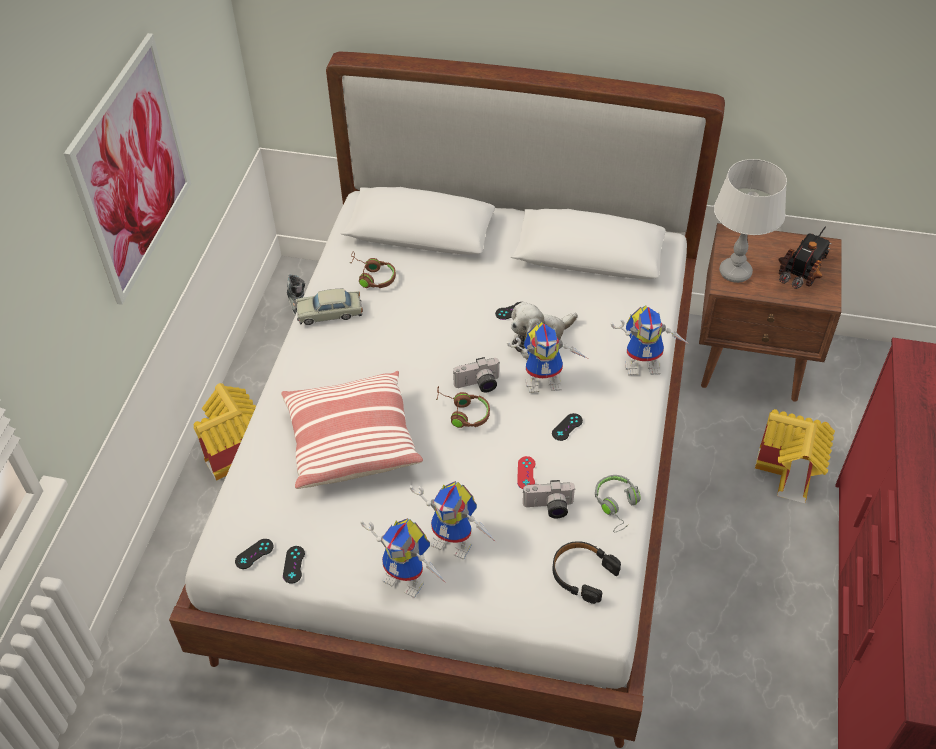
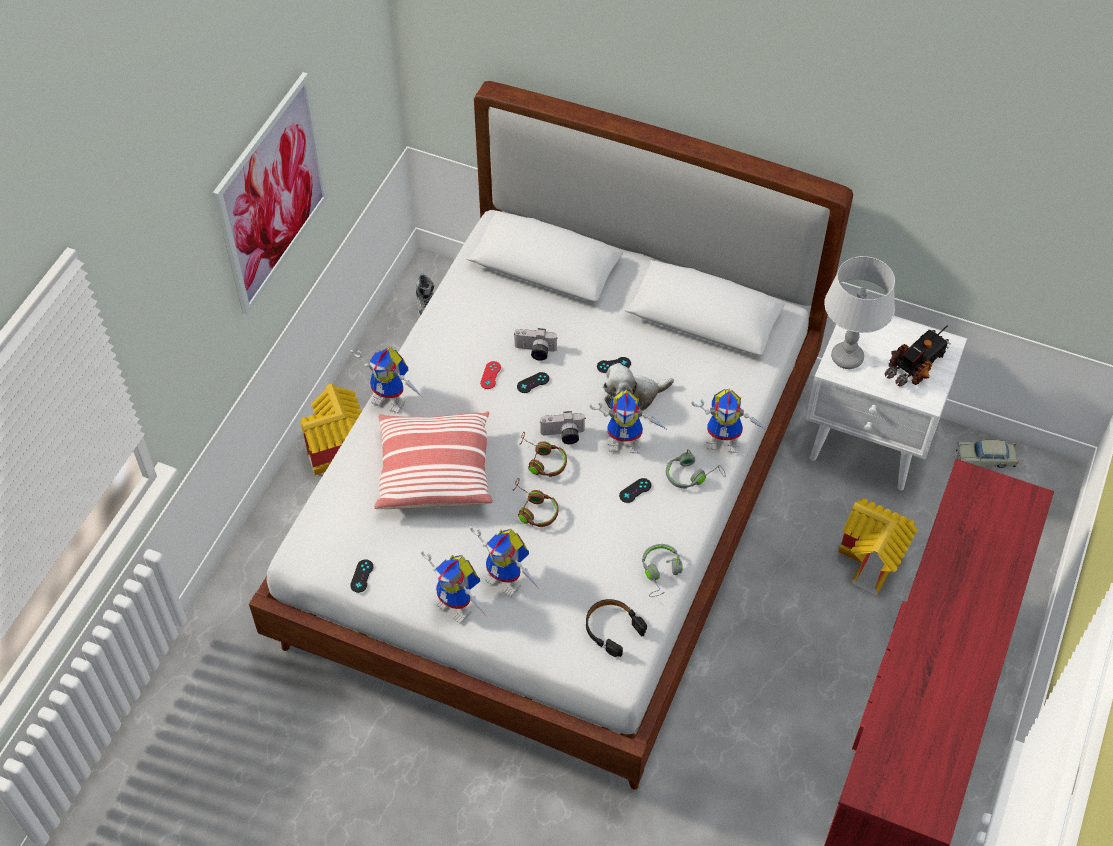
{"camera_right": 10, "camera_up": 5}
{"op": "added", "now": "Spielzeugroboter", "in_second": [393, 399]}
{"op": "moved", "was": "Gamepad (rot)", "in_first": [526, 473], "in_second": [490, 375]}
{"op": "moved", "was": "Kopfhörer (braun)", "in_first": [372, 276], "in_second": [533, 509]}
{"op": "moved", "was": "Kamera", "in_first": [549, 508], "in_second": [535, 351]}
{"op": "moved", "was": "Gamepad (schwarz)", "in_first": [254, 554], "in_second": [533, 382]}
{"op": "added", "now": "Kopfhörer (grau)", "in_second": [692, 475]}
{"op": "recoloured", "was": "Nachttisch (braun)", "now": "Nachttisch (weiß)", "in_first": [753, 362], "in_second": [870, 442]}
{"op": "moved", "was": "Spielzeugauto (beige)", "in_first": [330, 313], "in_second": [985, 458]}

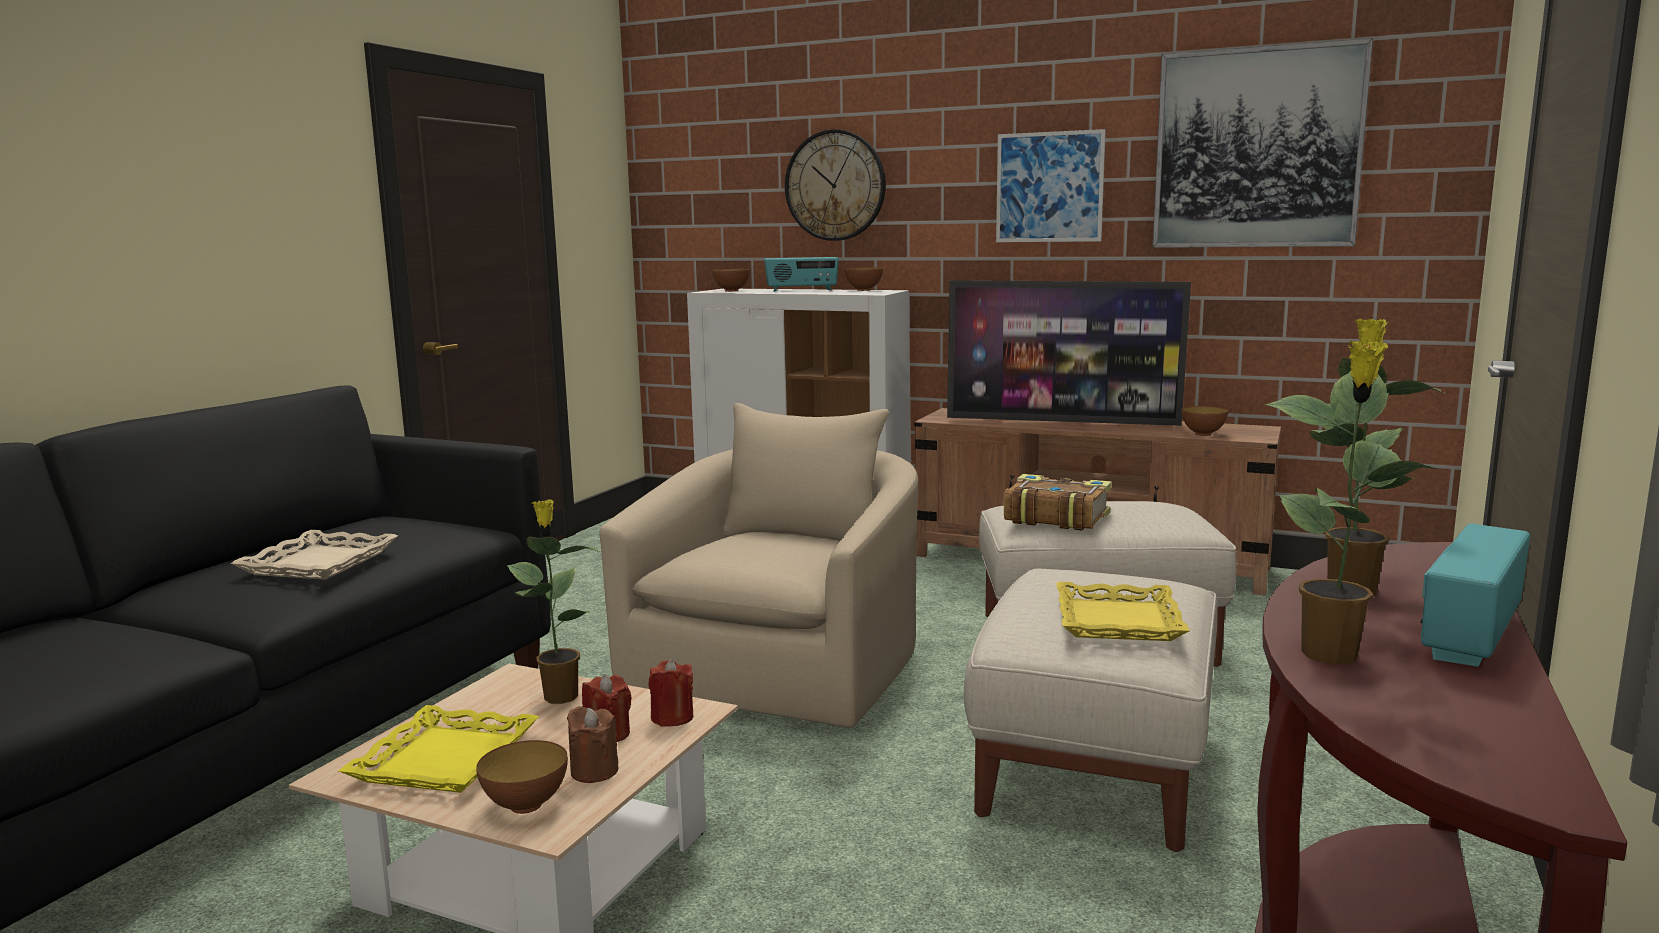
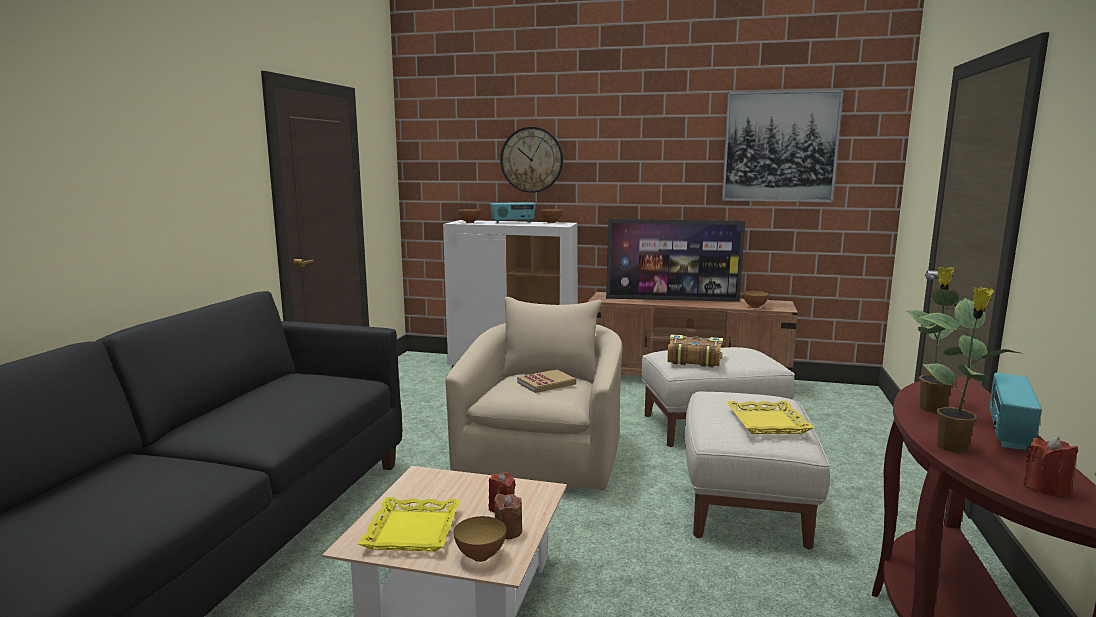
{"camera_right": -10, "camera_up": 0}
{"op": "added", "now": "Buch", "in_second": [546, 383]}
{"op": "moved", "was": "Kerze (rot)", "in_first": [672, 717], "in_second": [1046, 488]}
{"op": "removed", "was": "Tablett (beige)", "in_first": [320, 563]}
{"op": "removed", "was": "Topfpflanze", "in_first": [560, 696]}
{"op": "removed", "was": "Bild", "in_first": [1049, 187]}

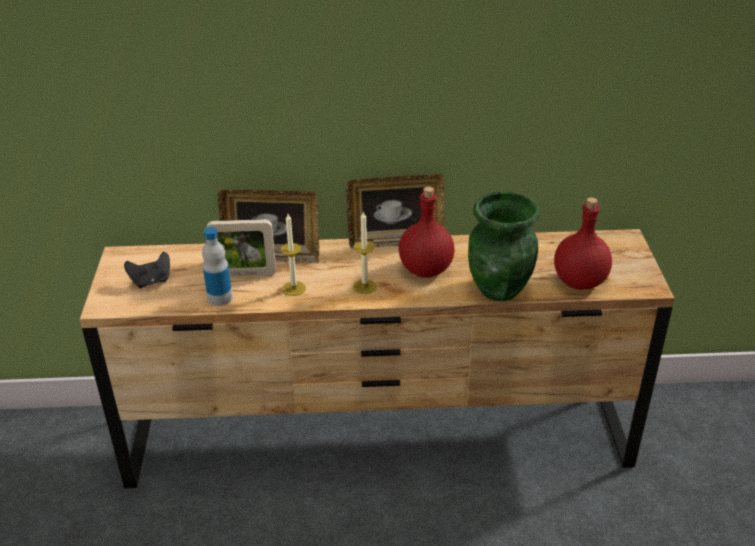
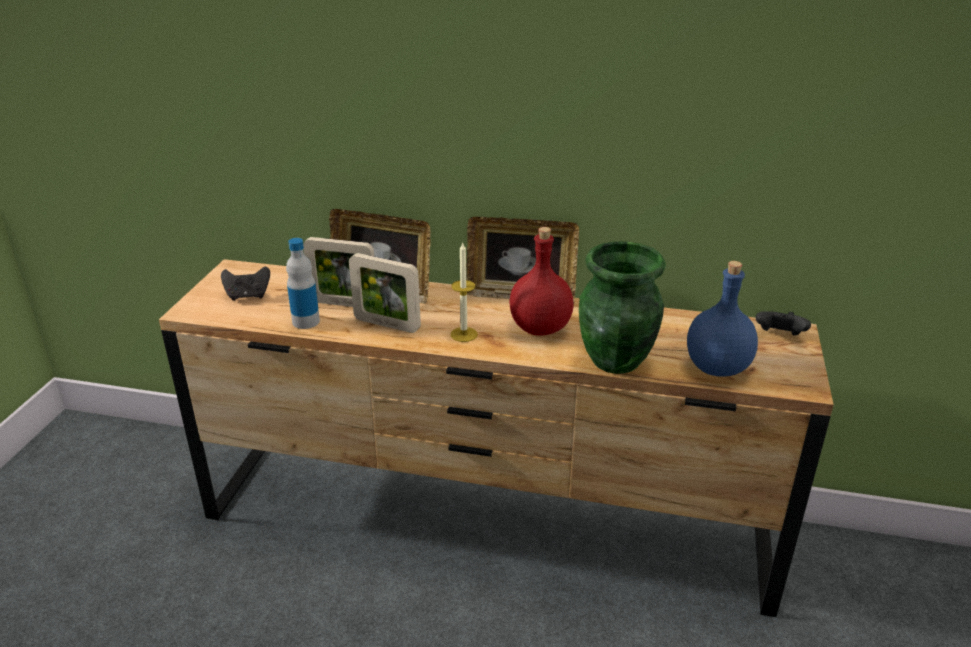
{"camera_right": 15, "camera_up": -5}
{"op": "replaced", "was": "Kerze", "now": "Bilderrahmen", "in_first": [294, 288], "in_second": [387, 324]}
{"op": "recoloured", "was": "Flasche (rot)", "now": "Flasche (blau)", "in_first": [579, 281], "in_second": [717, 367]}
{"op": "added", "now": "Gamepad (schwarz)", "in_second": [779, 336]}

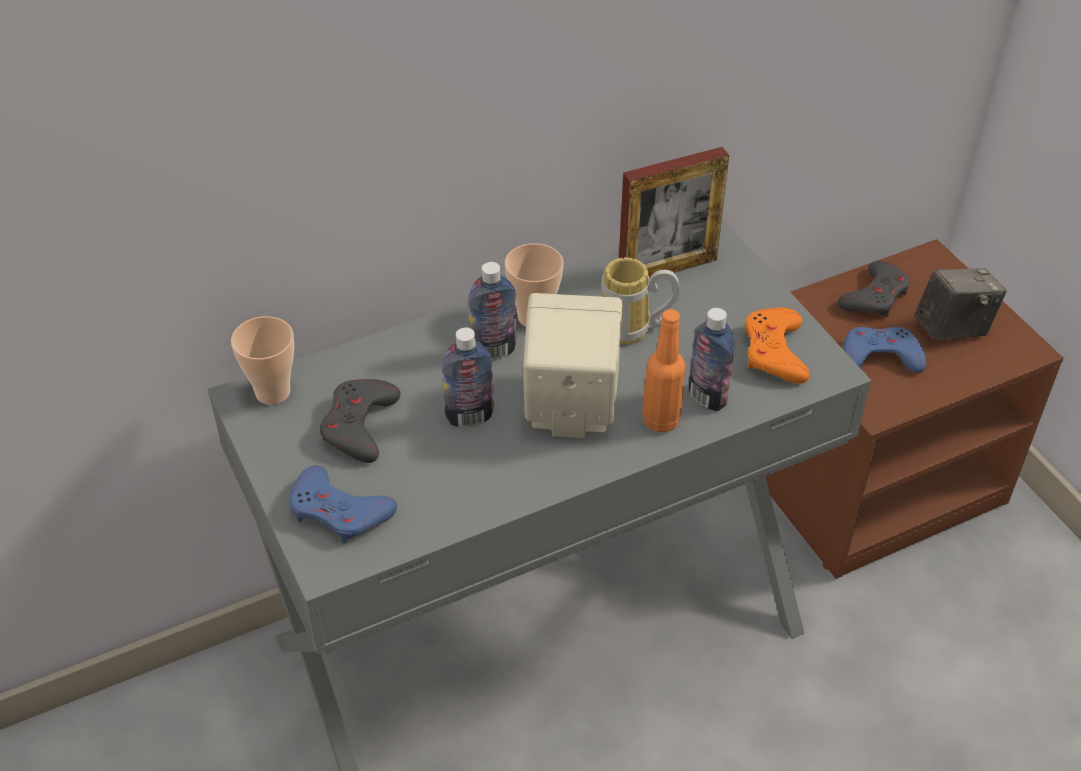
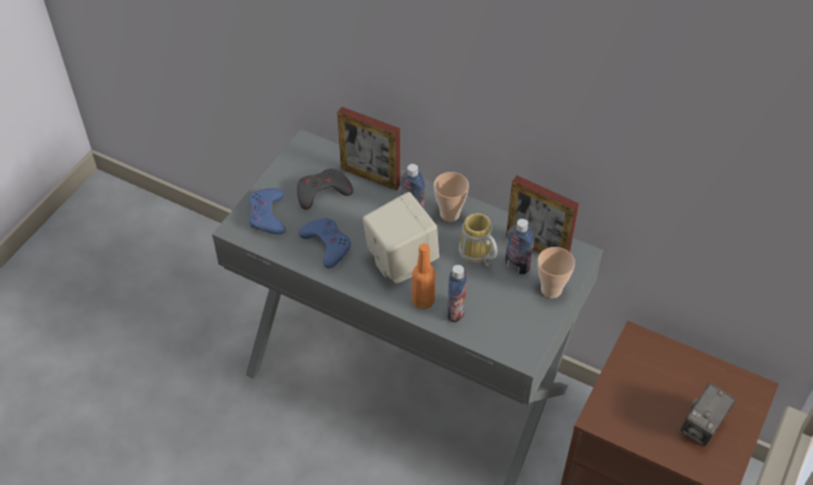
{"camera_right": 55, "camera_up": 5}
{"op": "moved", "was": "Gamepad (blau)", "in_first": [879, 357], "in_second": [327, 244]}
{"op": "added", "now": "Bilderrahmen", "in_second": [370, 177]}
{"op": "moved", "was": "Flasche", "in_first": [469, 417], "in_second": [517, 266]}
{"op": "moved", "was": "Tasse", "in_first": [273, 392], "in_second": [551, 290]}
{"op": "turned", "was": "Kamera", "in_first": [952, 328], "in_second": [702, 427], "clockwise": 90}
{"op": "removed", "was": "Gamepad (orange)", "in_first": [774, 352]}
{"op": "removed", "was": "Gamepad (grau)", "in_first": [875, 296]}

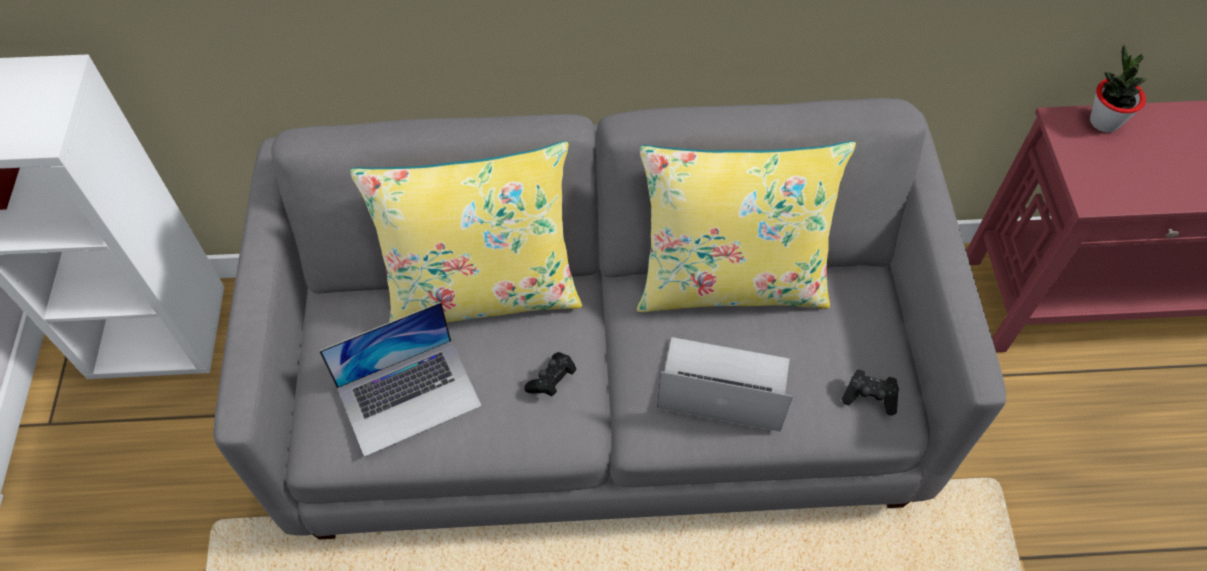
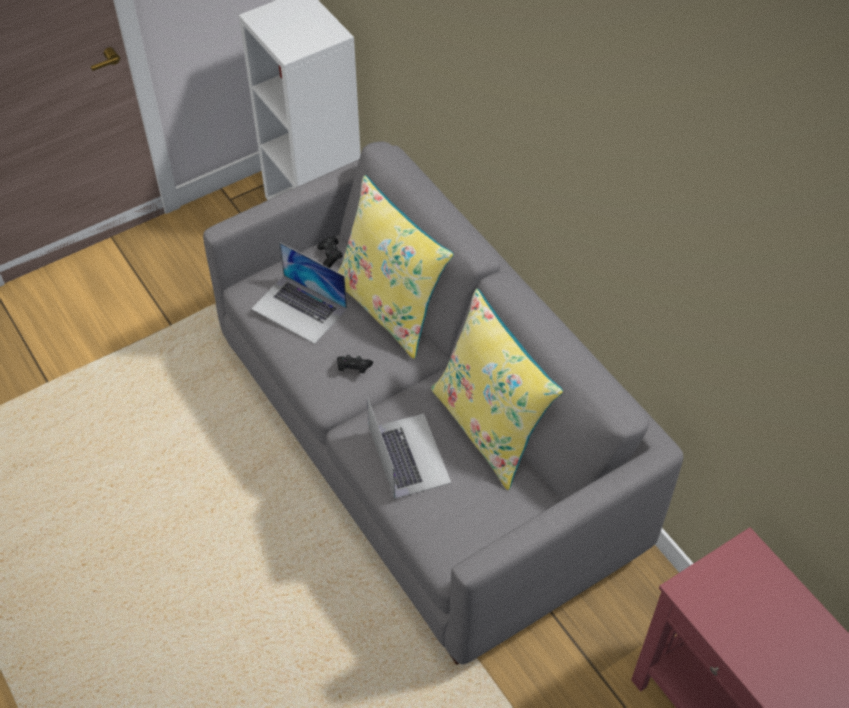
{"camera_right": 60, "camera_up": -5}
{"op": "moved", "was": "Gamepad (schwarz)", "in_first": [870, 397], "in_second": [330, 257]}
{"op": "removed", "was": "Topfpflanze", "in_first": [1104, 121]}

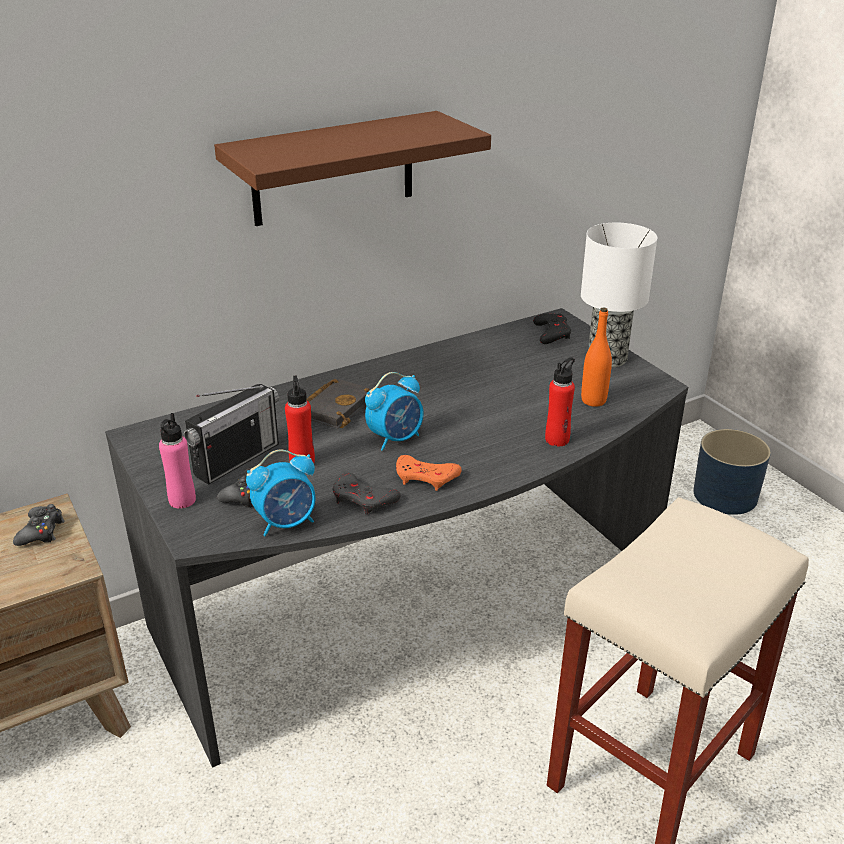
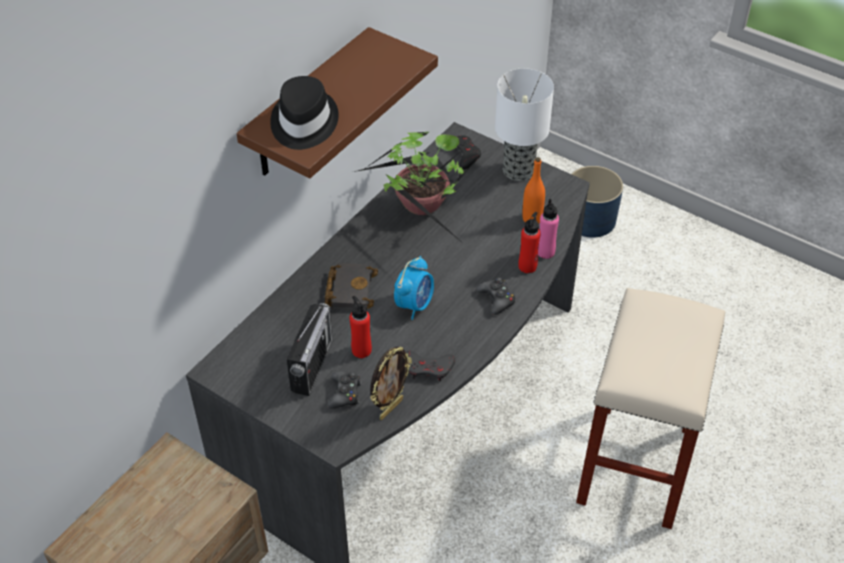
{"camera_right": -25, "camera_up": 15}
{"op": "added", "now": "Hut (schwarz)", "in_second": [303, 123]}
{"op": "added", "now": "Topfpflanze", "in_second": [423, 208]}
{"op": "replaced", "was": "Wecker", "now": "Bilderrahmen", "in_first": [286, 523], "in_second": [390, 408]}
{"op": "moved", "was": "Gamepad (schwarz)", "in_first": [41, 532], "in_second": [497, 299]}
{"op": "moved", "was": "Flasche (rosa)", "in_first": [182, 500], "in_second": [545, 252]}
{"op": "removed", "was": "Gamepad (orange)", "in_first": [426, 477]}

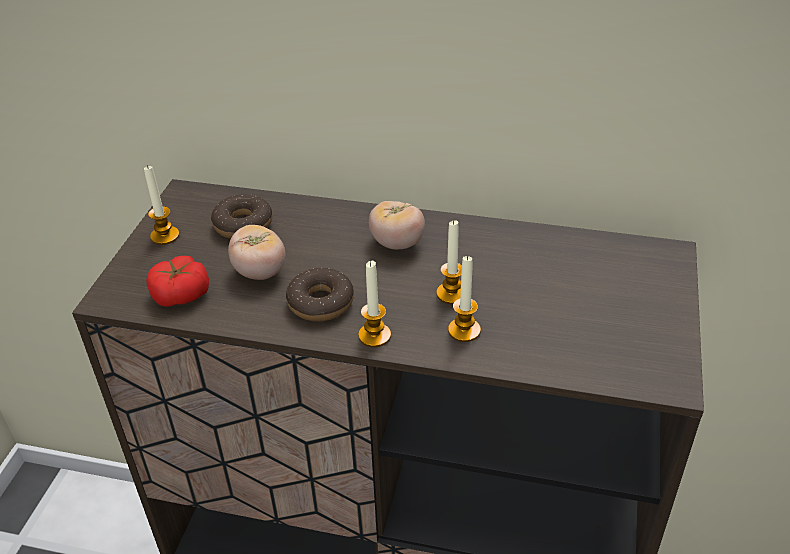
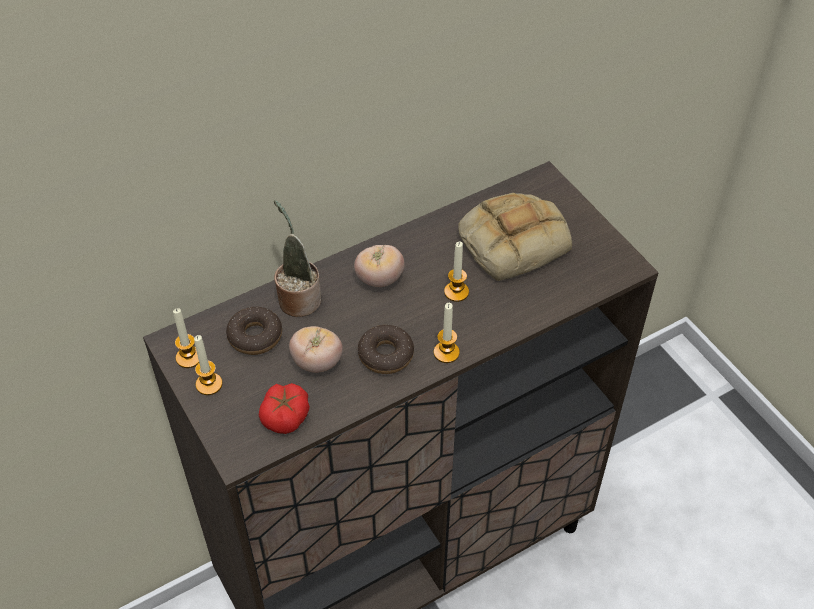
{"camera_right": -45, "camera_up": 10}
{"op": "moved", "was": "Kerze", "in_first": [464, 330], "in_second": [189, 357]}
{"op": "added", "now": "Topfpflanze", "in_second": [298, 298]}
{"op": "added", "now": "Brot", "in_second": [514, 240]}

